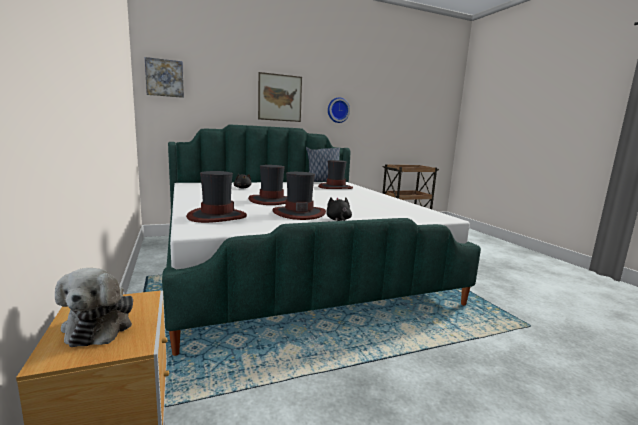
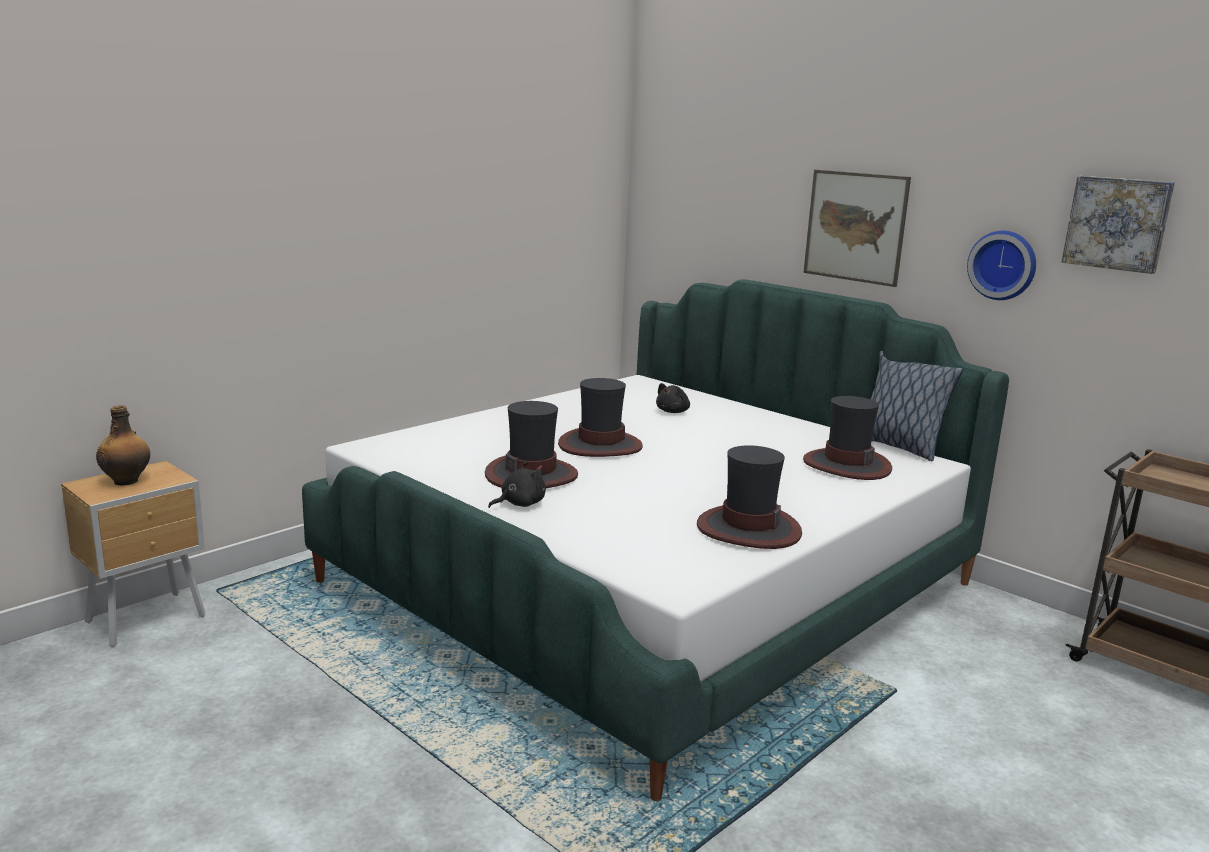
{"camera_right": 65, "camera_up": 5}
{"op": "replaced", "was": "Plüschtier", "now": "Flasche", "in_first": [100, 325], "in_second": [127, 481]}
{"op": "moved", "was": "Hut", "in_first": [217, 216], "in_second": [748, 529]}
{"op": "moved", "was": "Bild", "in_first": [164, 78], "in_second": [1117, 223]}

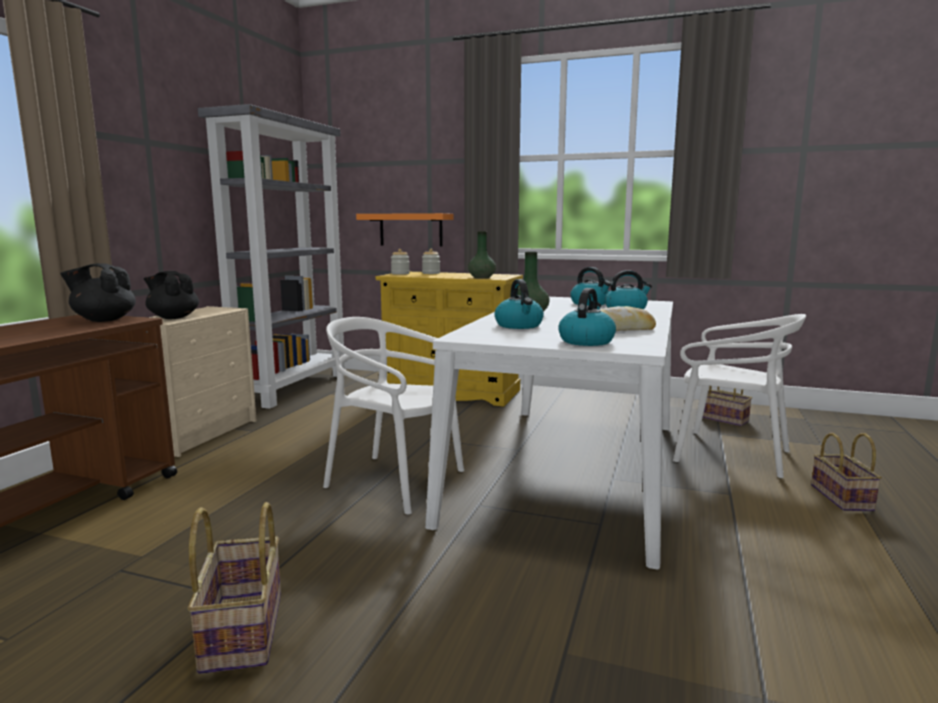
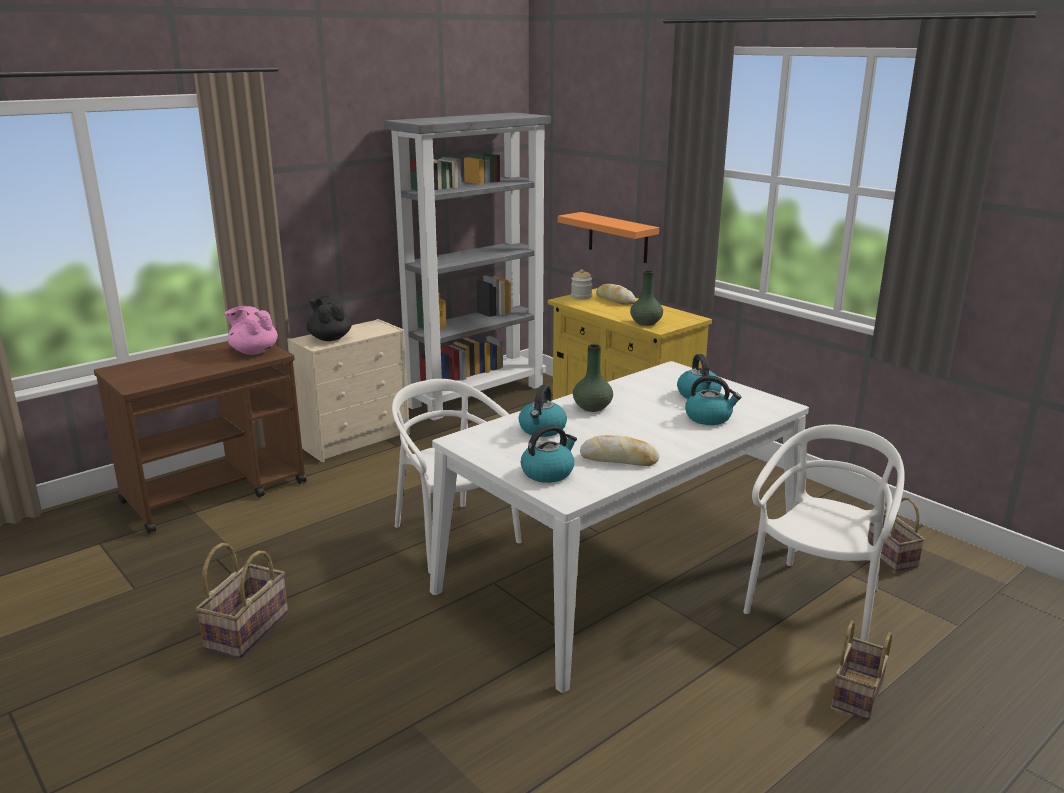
{"camera_right": 30, "camera_up": 10}
{"op": "recoloured", "was": "Teekanne (schwarz)", "now": "Teekanne (rosa)", "in_first": [103, 320], "in_second": [253, 351]}
{"op": "replaced", "was": "Vorratsglas", "now": "Brot", "in_first": [431, 273], "in_second": [615, 300]}
{"op": "turned", "was": "Stuhl (weiß)", "in_first": [730, 454], "in_second": [816, 604], "clockwise": -120}

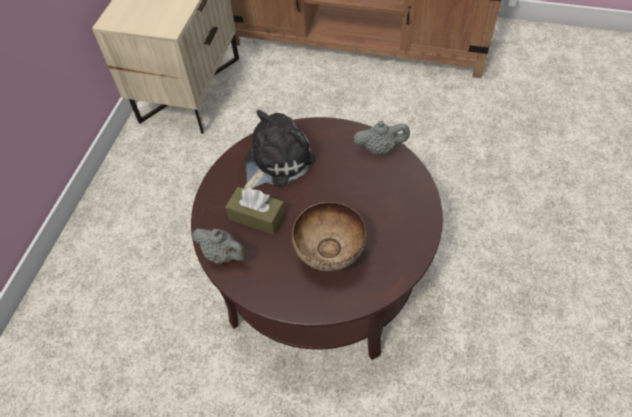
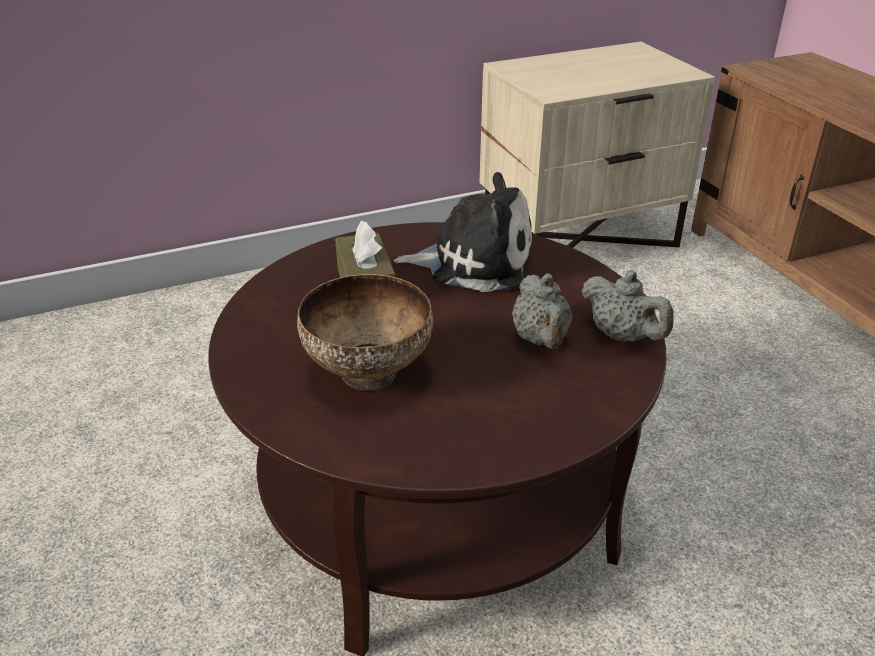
{"camera_right": 50, "camera_up": -20}
{"op": "moved", "was": "Teekanne (grau)", "in_first": [223, 255], "in_second": [541, 340]}

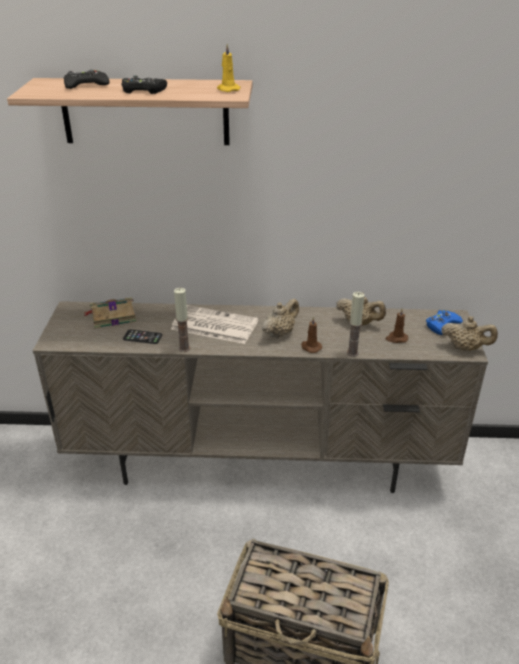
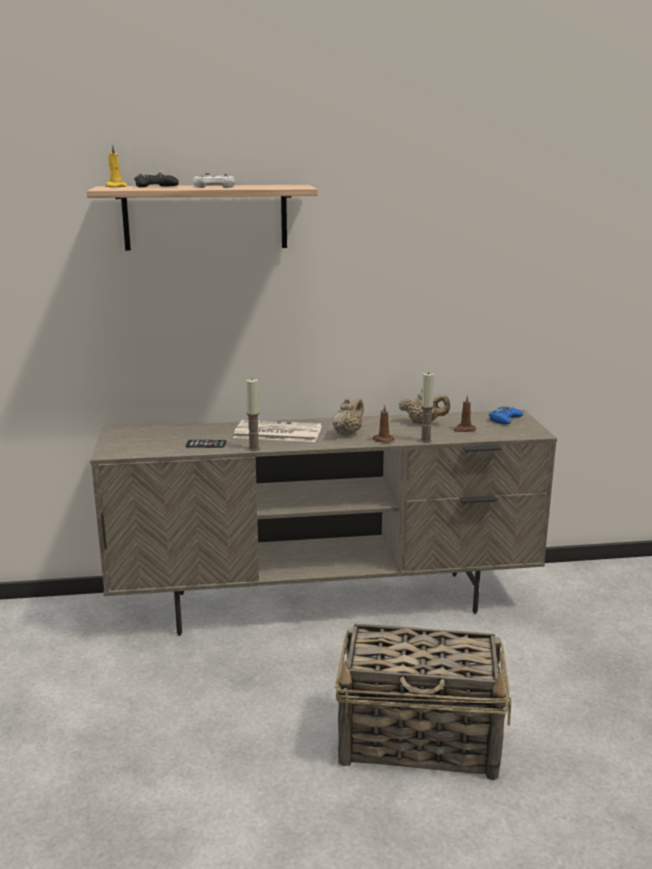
{"camera_right": -10, "camera_up": -15}
{"op": "moved", "was": "Kerze (gelb)", "in_first": [227, 89], "in_second": [115, 187]}
{"op": "recoloured", "was": "Gamepad (schwarz)", "now": "Gamepad (weiß)", "in_first": [143, 90], "in_second": [214, 187]}
{"op": "removed", "was": "Buch", "in_first": [112, 316]}
{"op": "removed", "was": "Teekanne (beige)", "in_first": [465, 348]}

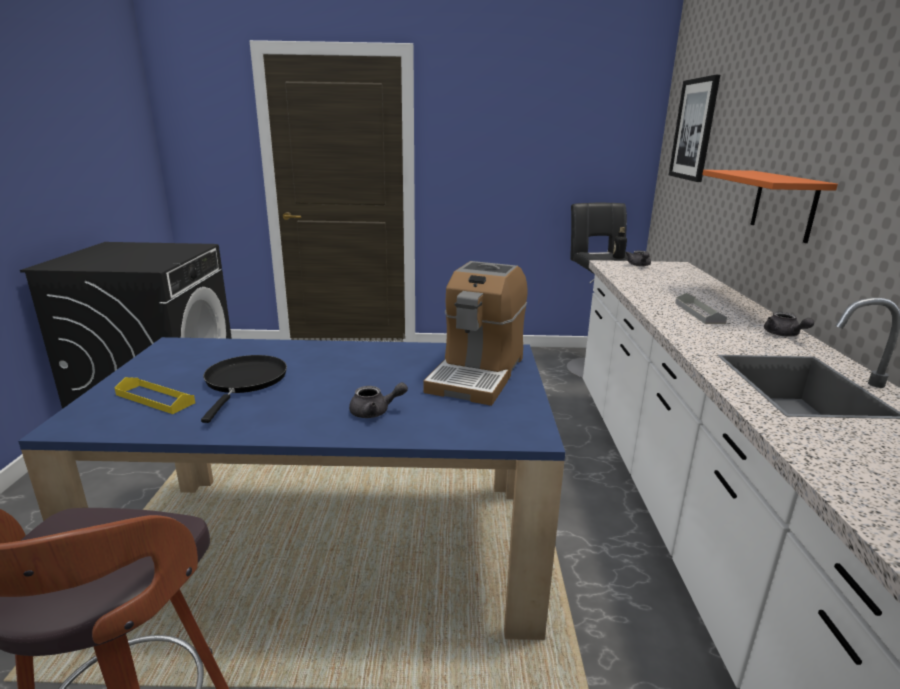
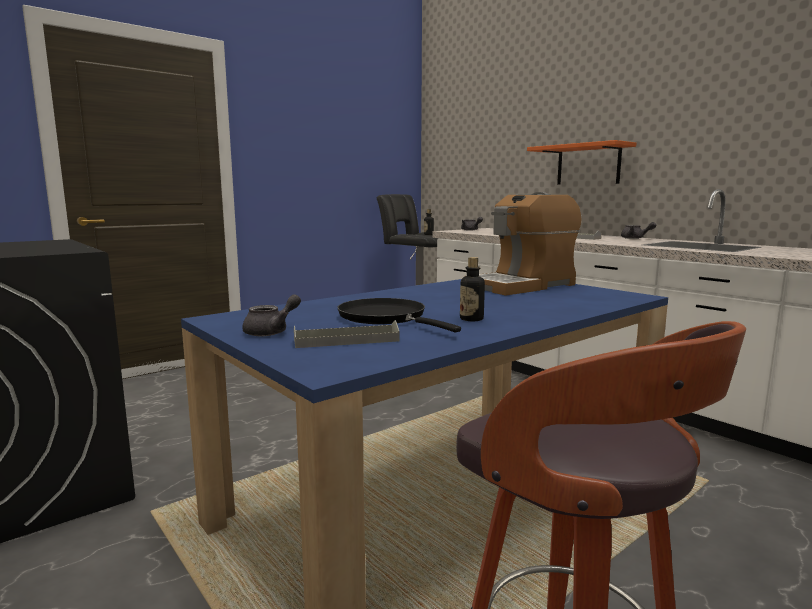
{"camera_right": -40, "camera_up": -10}
{"op": "moved", "was": "Teekanne (grau)", "in_first": [375, 412], "in_second": [272, 332]}
{"op": "recoloured", "was": "Tablett (gelb)", "now": "Tablett (grau)", "in_first": [155, 399], "in_second": [346, 340]}
{"op": "added", "now": "Flasche", "in_second": [471, 319]}
{"op": "turned", "was": "Kaffeemaschine", "in_first": [477, 373], "in_second": [522, 285], "clockwise": 75}
{"op": "removed", "was": "Bild", "in_first": [694, 129]}

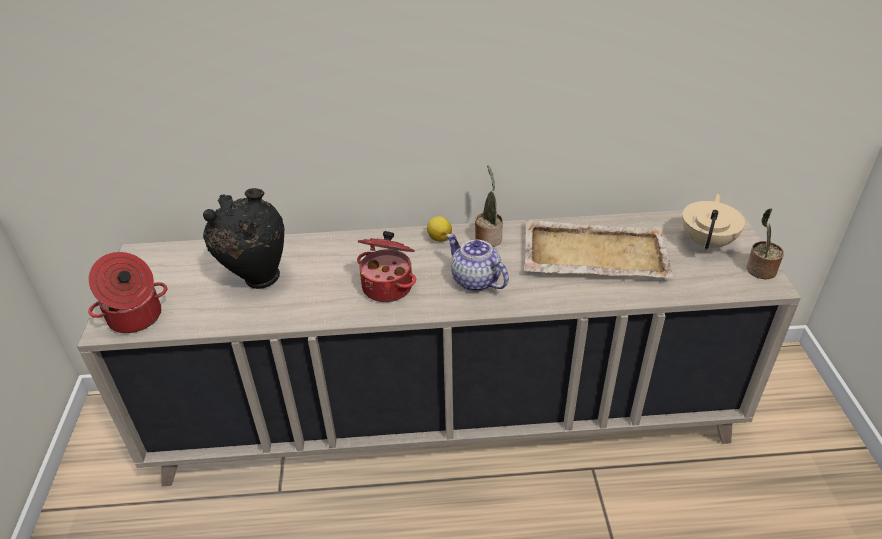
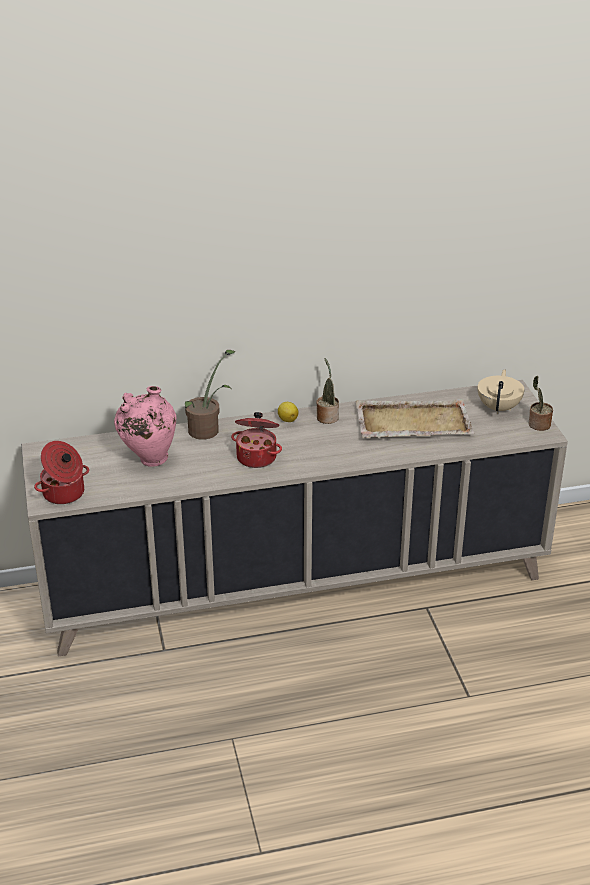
{"camera_right": -10, "camera_up": -5}
{"op": "recoloured", "was": "Vase (schwarz)", "now": "Vase (rosa)", "in_first": [256, 279], "in_second": [149, 460]}
{"op": "added", "now": "Topfpflanze", "in_second": [208, 429]}
{"op": "removed", "was": "Teekanne", "in_first": [475, 280]}

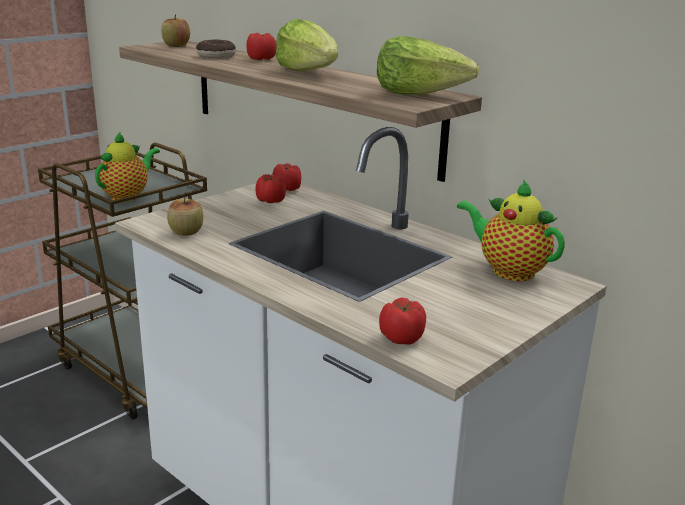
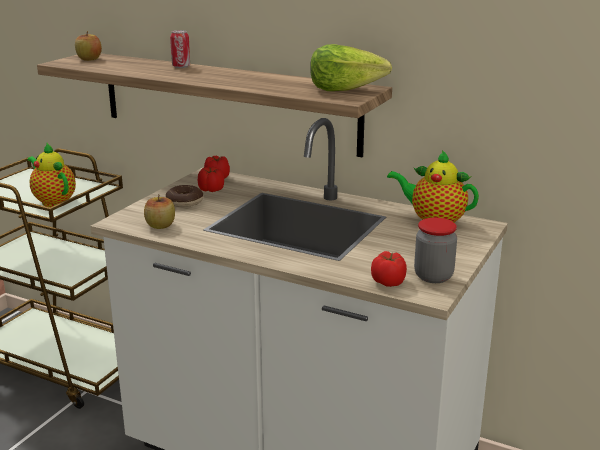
{"camera_right": -15, "camera_up": 0}
{"op": "turned", "was": "Teekanne", "in_first": [128, 196], "in_second": [53, 201], "clockwise": -60}
{"op": "moved", "was": "Donut", "in_first": [216, 56], "in_second": [185, 202]}
{"op": "replaced", "was": "Tomate", "now": "Dose", "in_first": [261, 59], "in_second": [181, 67]}
{"op": "added", "now": "Vorratsglas", "in_second": [433, 276]}
{"op": "removed", "was": "Salatkopf", "in_first": [309, 72]}

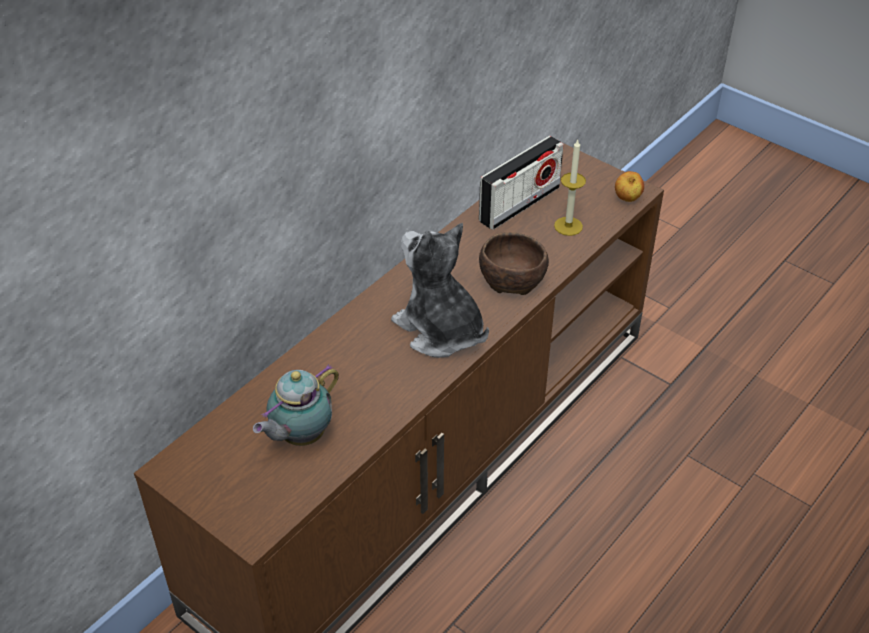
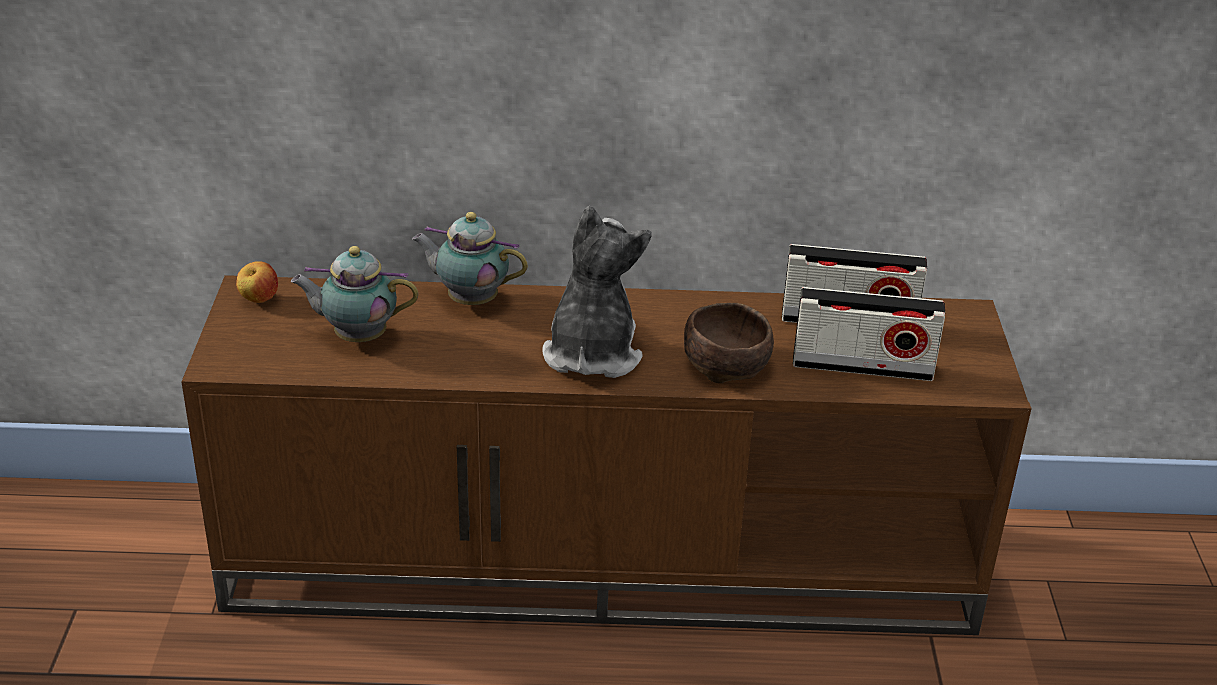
{"camera_right": 50, "camera_up": -10}
{"op": "moved", "was": "Apfel", "in_first": [627, 199], "in_second": [258, 300]}
{"op": "added", "now": "Teekanne", "in_second": [469, 300]}
{"op": "replaced", "was": "Kerze", "now": "Radio", "in_first": [568, 226], "in_second": [862, 366]}

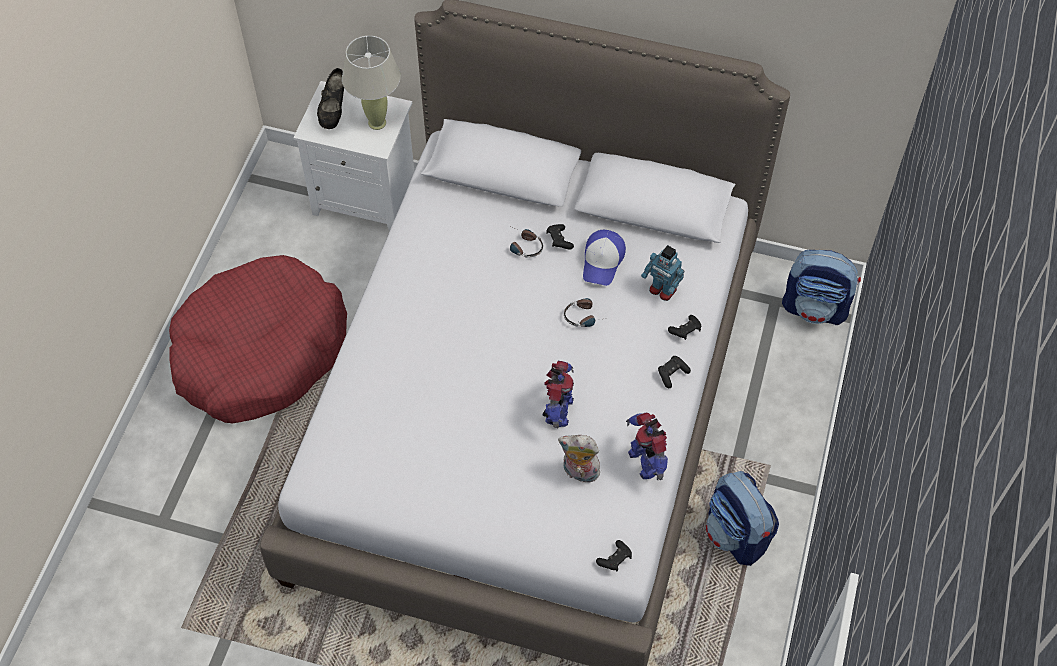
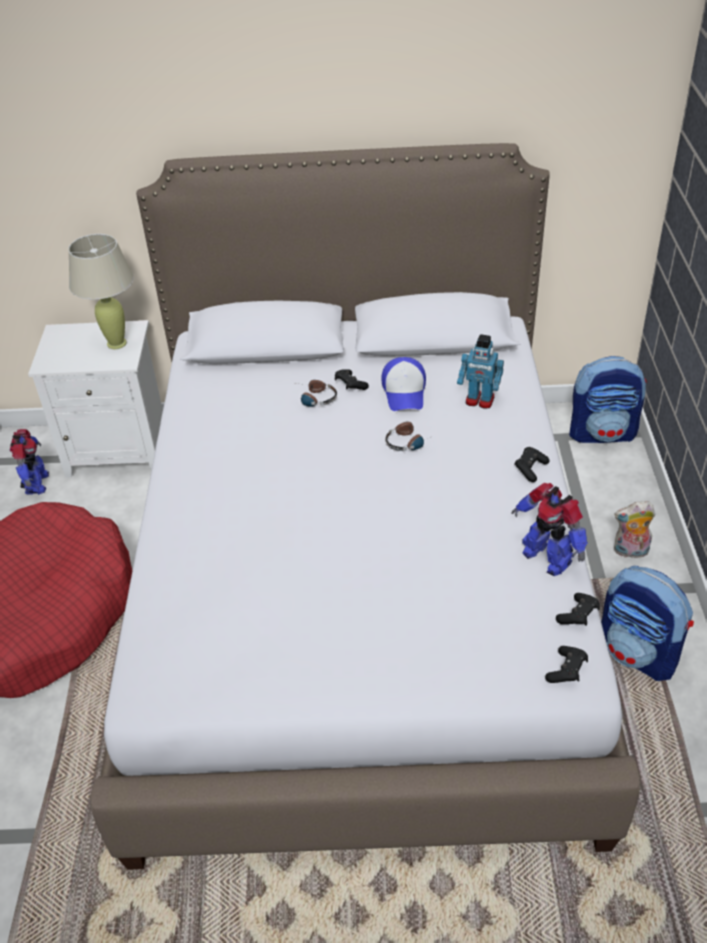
{"camera_right": -15, "camera_up": -15}
{"op": "moved", "was": "Spielzeugroboter", "in_first": [558, 411], "in_second": [36, 484]}
{"op": "moved", "was": "Gamepad (schwarz)", "in_first": [685, 331], "in_second": [578, 616]}
{"op": "moved", "was": "Plüschtier", "in_first": [579, 473], "in_second": [630, 552]}
{"op": "removed", "was": "Schuh (schwarz)", "in_first": [333, 110]}

